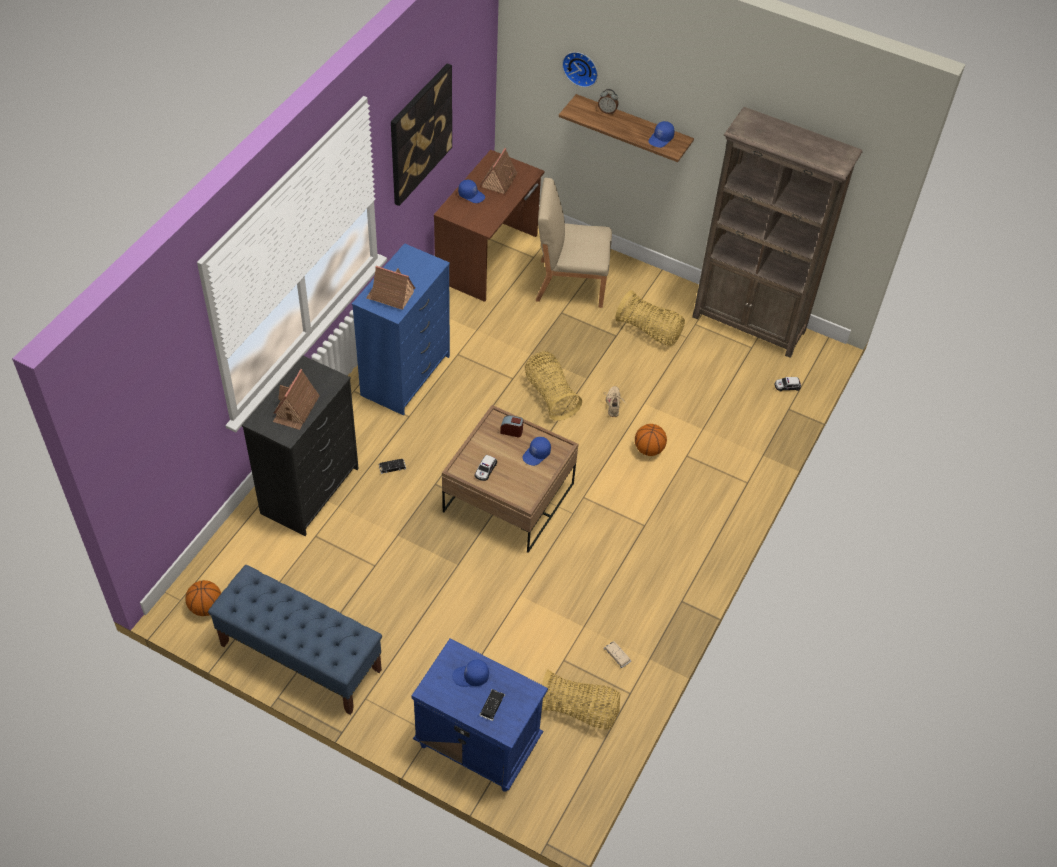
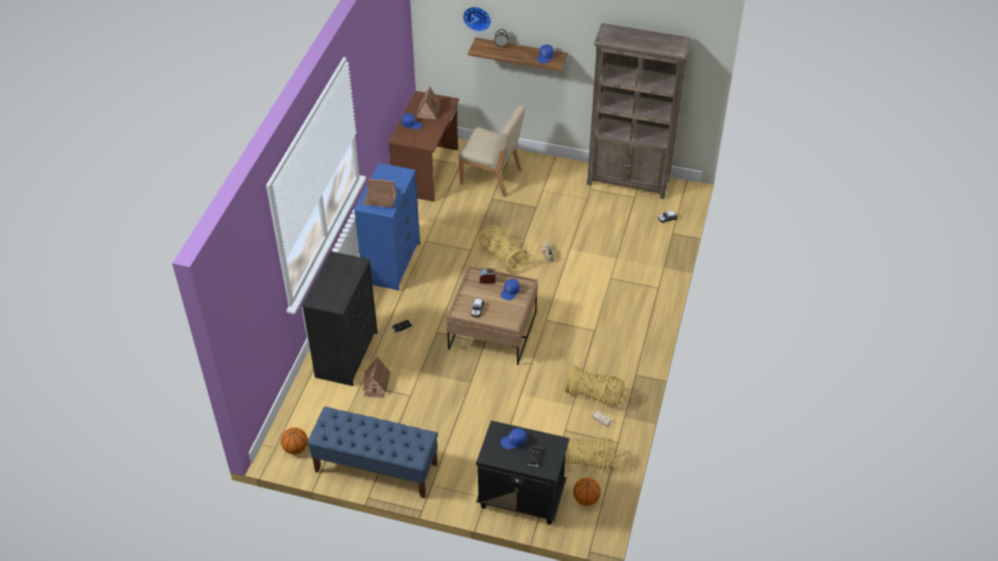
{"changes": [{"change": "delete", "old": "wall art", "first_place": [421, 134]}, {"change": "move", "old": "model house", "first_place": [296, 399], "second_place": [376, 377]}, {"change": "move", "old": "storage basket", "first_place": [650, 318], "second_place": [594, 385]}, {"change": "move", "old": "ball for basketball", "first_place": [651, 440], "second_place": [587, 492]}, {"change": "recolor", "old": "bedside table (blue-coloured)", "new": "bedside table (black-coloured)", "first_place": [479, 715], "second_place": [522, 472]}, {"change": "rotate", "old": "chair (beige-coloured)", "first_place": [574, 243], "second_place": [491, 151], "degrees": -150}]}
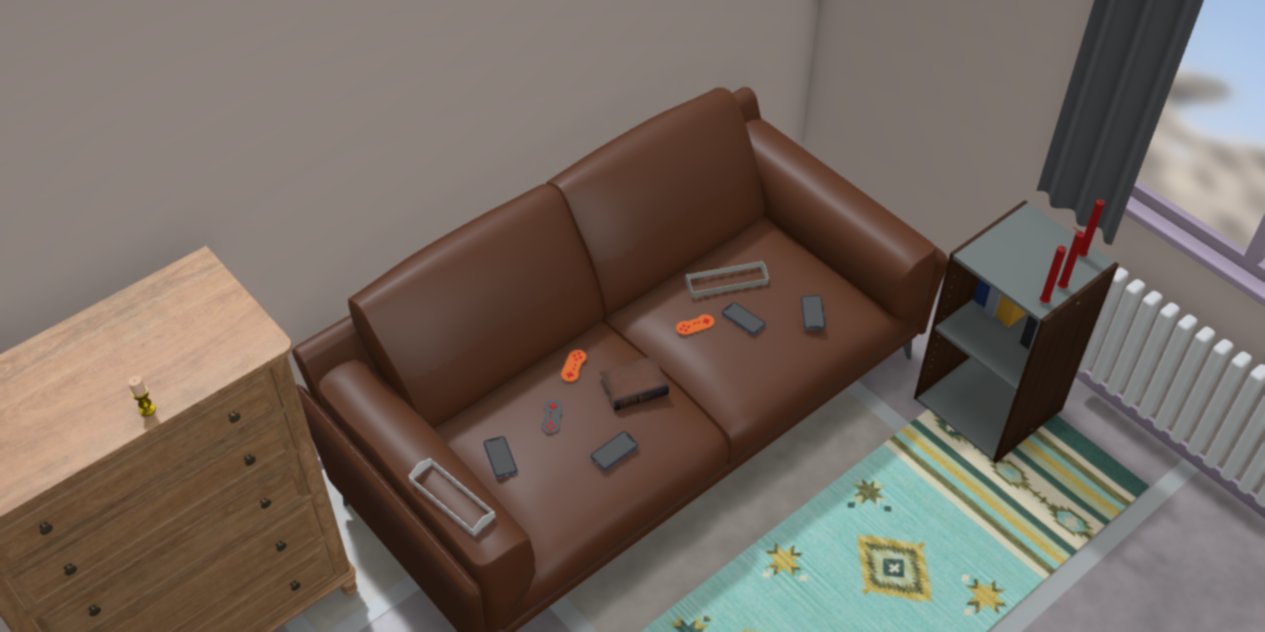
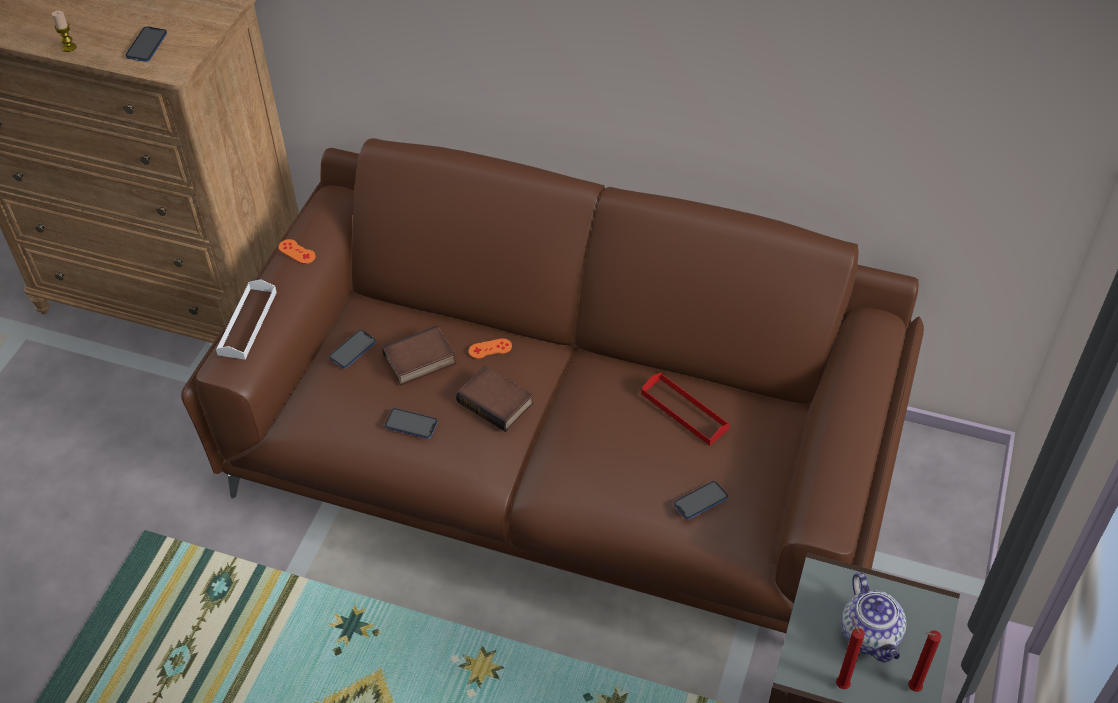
{"changes": [{"change": "delete", "old": "candle (red-coloured)", "first_place": [1053, 274]}, {"change": "insert", "new": "pot for tea", "second_place": [873, 617]}, {"change": "move", "old": "game controller (orangey)", "first_place": [695, 325], "second_place": [297, 251]}, {"change": "move", "old": "phone", "first_place": [744, 318], "second_place": [146, 44]}, {"change": "replace", "old": "game controller (gray)", "new": "bound book", "first_place": [551, 416], "second_place": [419, 355]}, {"change": "recolor", "old": "tray (gray)", "new": "tray (red-coloured)", "first_place": [727, 279], "second_place": [685, 409]}]}
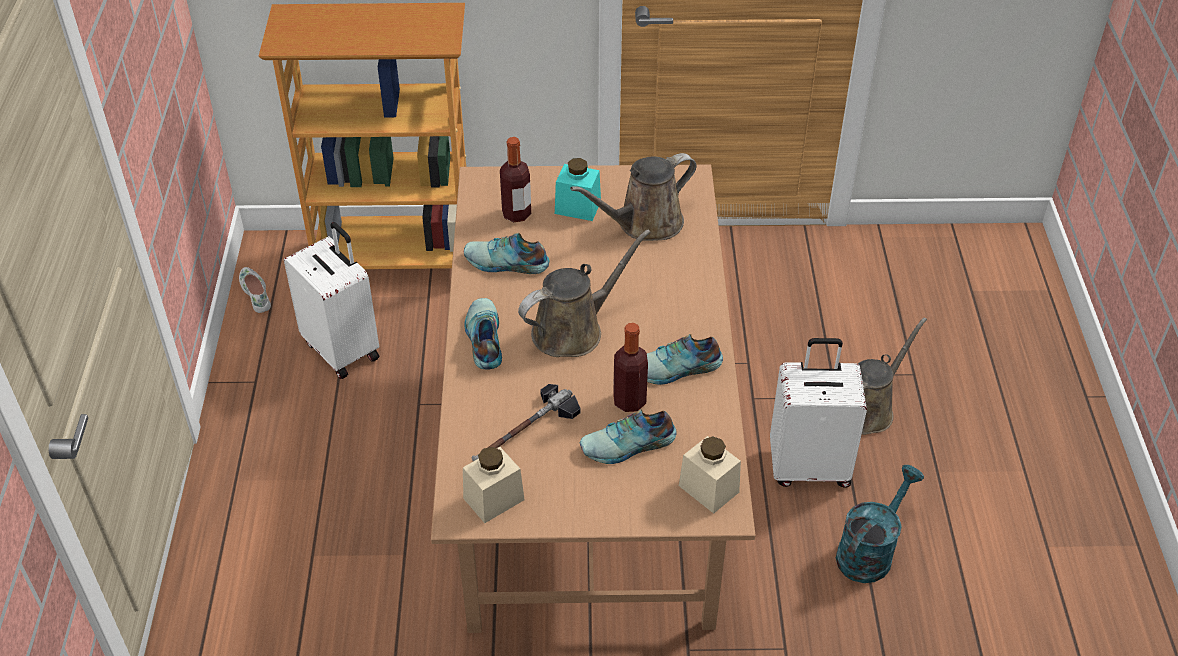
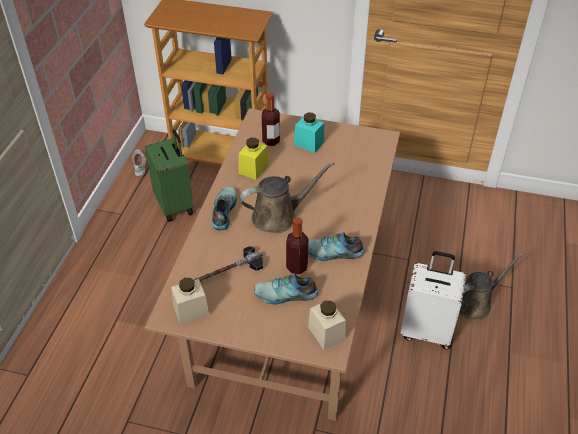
{"changes": [{"change": "delete", "old": "watering can (brownish)", "first_place": [633, 197]}, {"change": "delete", "old": "watering can (blue-green)", "first_place": [880, 524]}, {"change": "replace", "old": "item of footwear", "new": "preserve jar (yellow-coloured)", "first_place": [506, 253], "second_place": [254, 159]}, {"change": "recolor", "old": "suitcase (whitish)", "new": "suitcase (greenish)", "first_place": [331, 300], "second_place": [169, 175]}]}
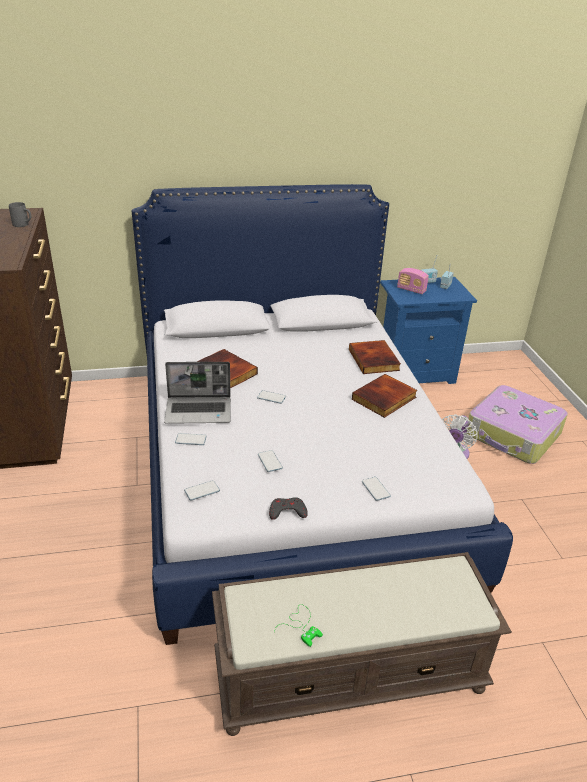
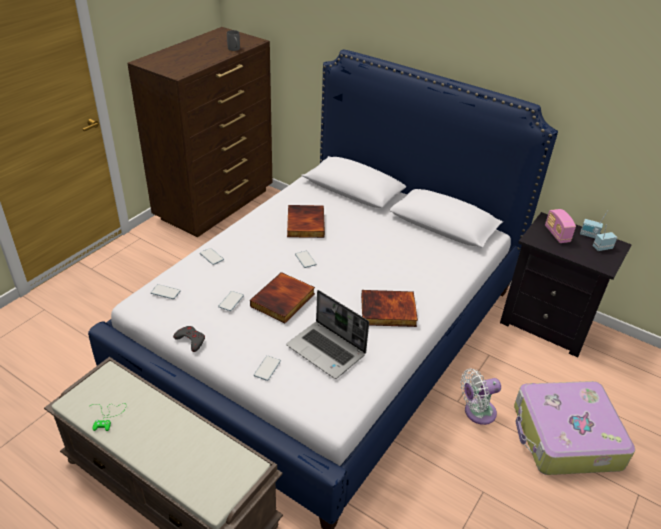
{"changes": [{"change": "move", "old": "notebook computer", "first_place": [197, 393], "second_place": [327, 334]}, {"change": "move", "old": "bound book", "first_place": [375, 357], "second_place": [282, 297]}, {"change": "recolor", "old": "bedside table (blue-coloured)", "new": "bedside table (black-coloured)", "first_place": [428, 330], "second_place": [566, 285]}]}
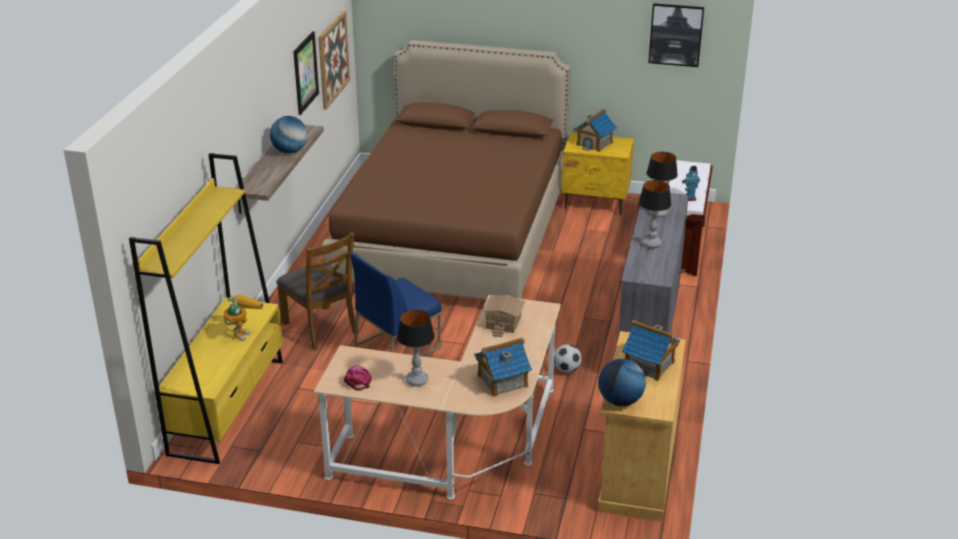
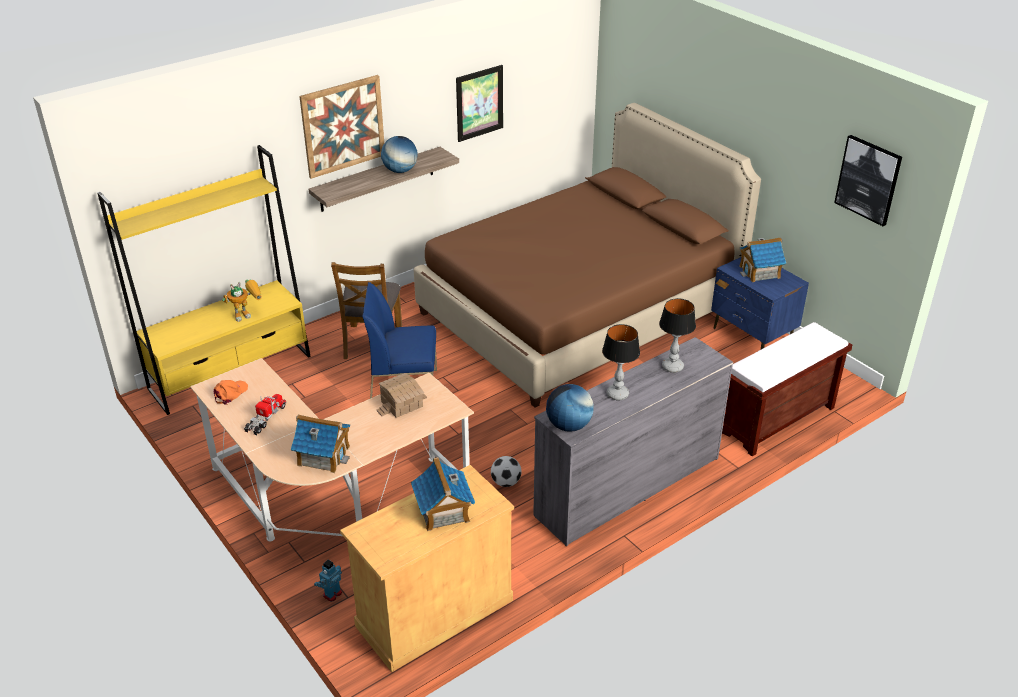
{"changes": [{"change": "move", "old": "wall art", "first_place": [334, 60], "second_place": [341, 127]}, {"change": "move", "old": "globe", "first_place": [622, 382], "second_place": [570, 408]}, {"change": "move", "old": "toy robot", "first_place": [691, 183], "second_place": [328, 580]}, {"change": "replace", "old": "tabletop lamp", "new": "toy lorry", "first_place": [415, 348], "second_place": [265, 414]}, {"change": "recolor", "old": "cap (pink-coloured)", "new": "cap (orangey)", "first_place": [358, 377], "second_place": [231, 392]}, {"change": "recolor", "old": "bedside table (yellow-coloured)", "new": "bedside table (blue-coloured)", "first_place": [598, 174], "second_place": [760, 303]}]}
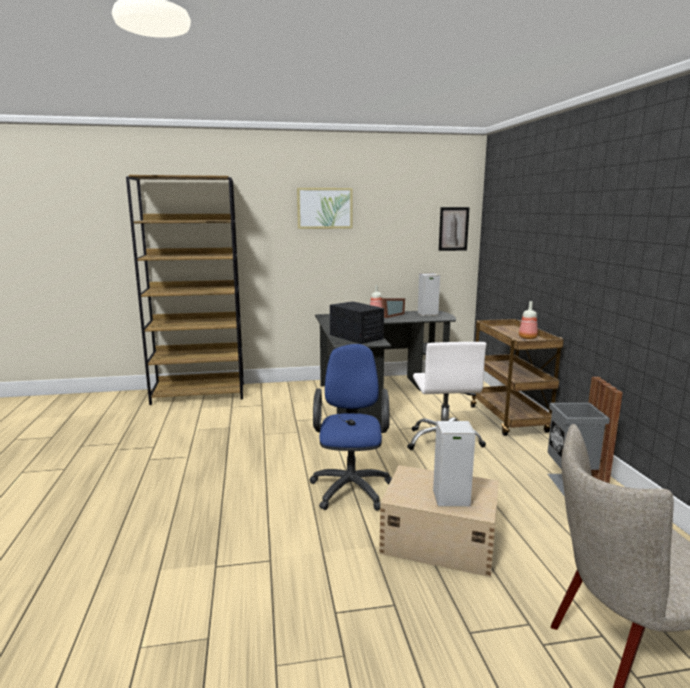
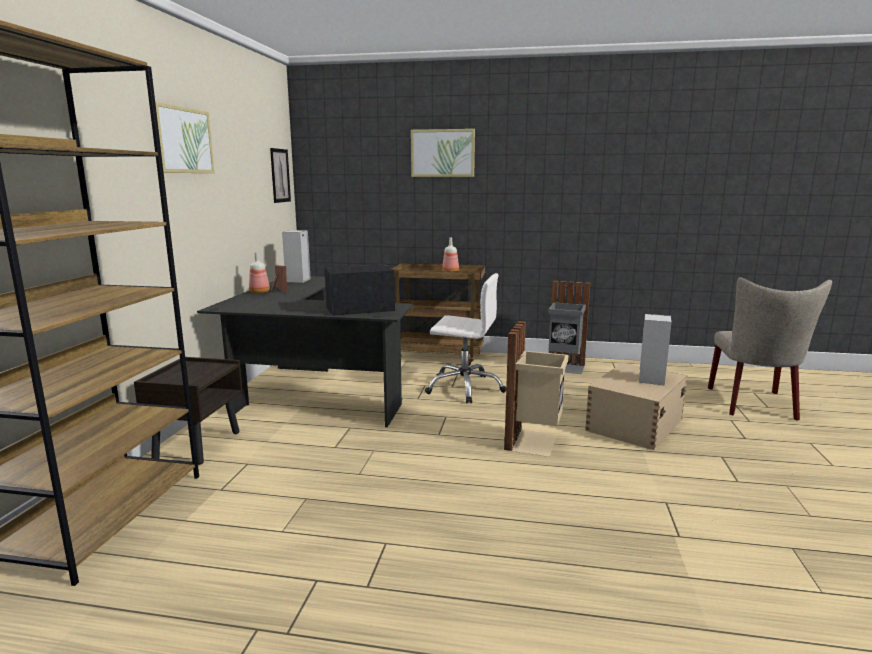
{"changes": [{"change": "insert", "new": "bedside table (brownish)", "second_place": [188, 411]}, {"change": "insert", "new": "wall art", "second_place": [443, 153]}, {"change": "replace", "old": "desk chair (blue-coloured)", "new": "waste bin (beige-coloured)", "first_place": [350, 427], "second_place": [536, 389]}]}
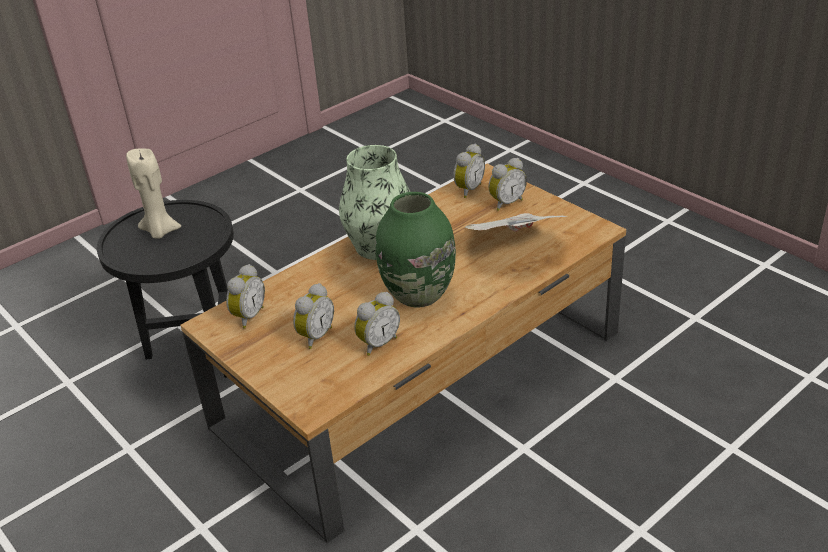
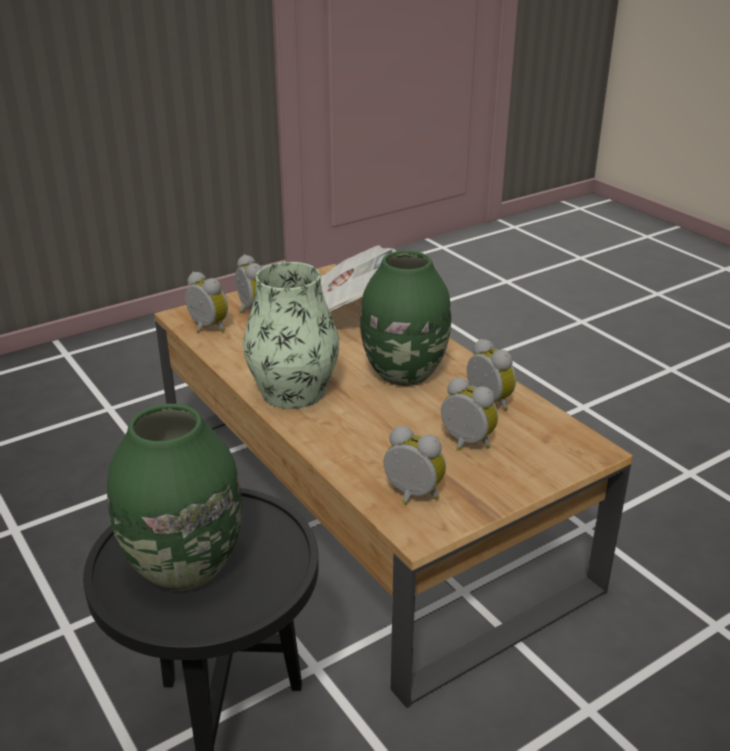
{"changes": [{"change": "replace", "old": "candle (beige-coloured)", "new": "decorative vase (greenish)", "first_place": [153, 193], "second_place": [174, 497]}]}
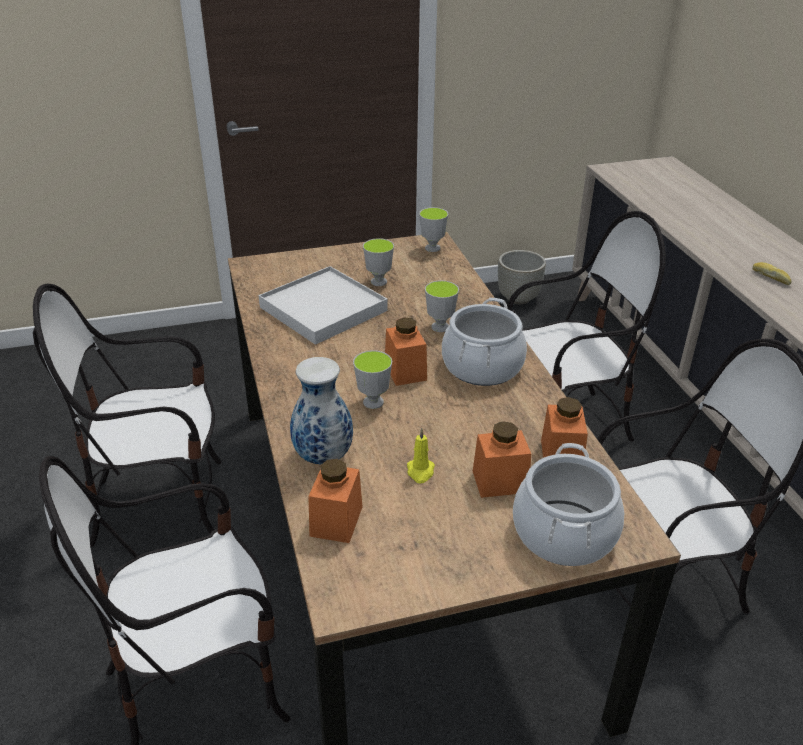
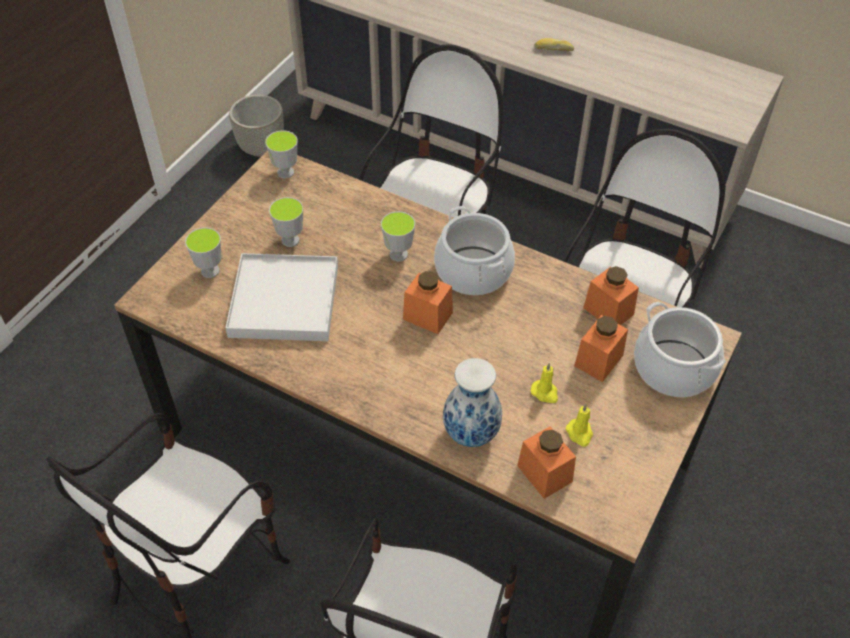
{"changes": [{"change": "insert", "new": "candle (yellow-coloured)", "second_place": [579, 425]}, {"change": "move", "old": "drinking cup", "first_place": [372, 379], "second_place": [203, 252]}]}
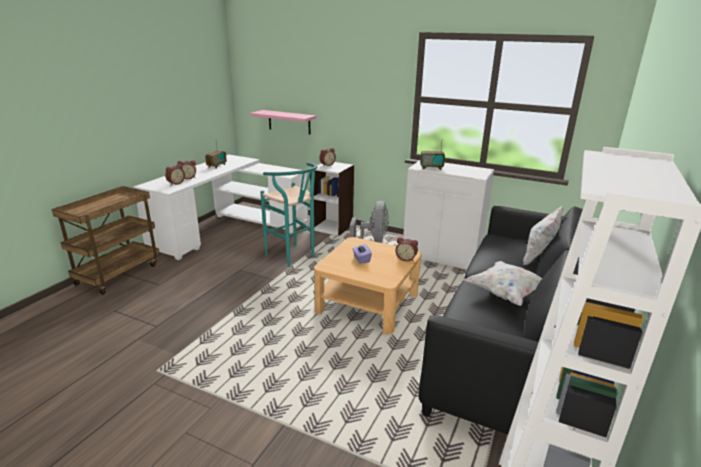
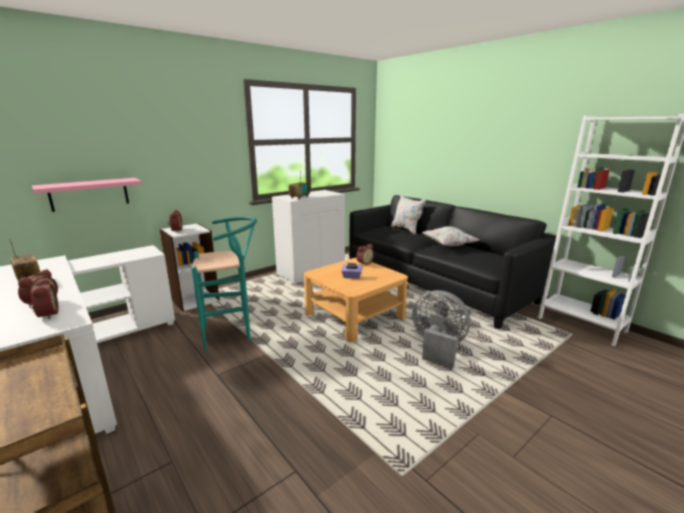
{"changes": [{"change": "move", "old": "electric fan (gray)", "first_place": [369, 222], "second_place": [441, 329]}]}
